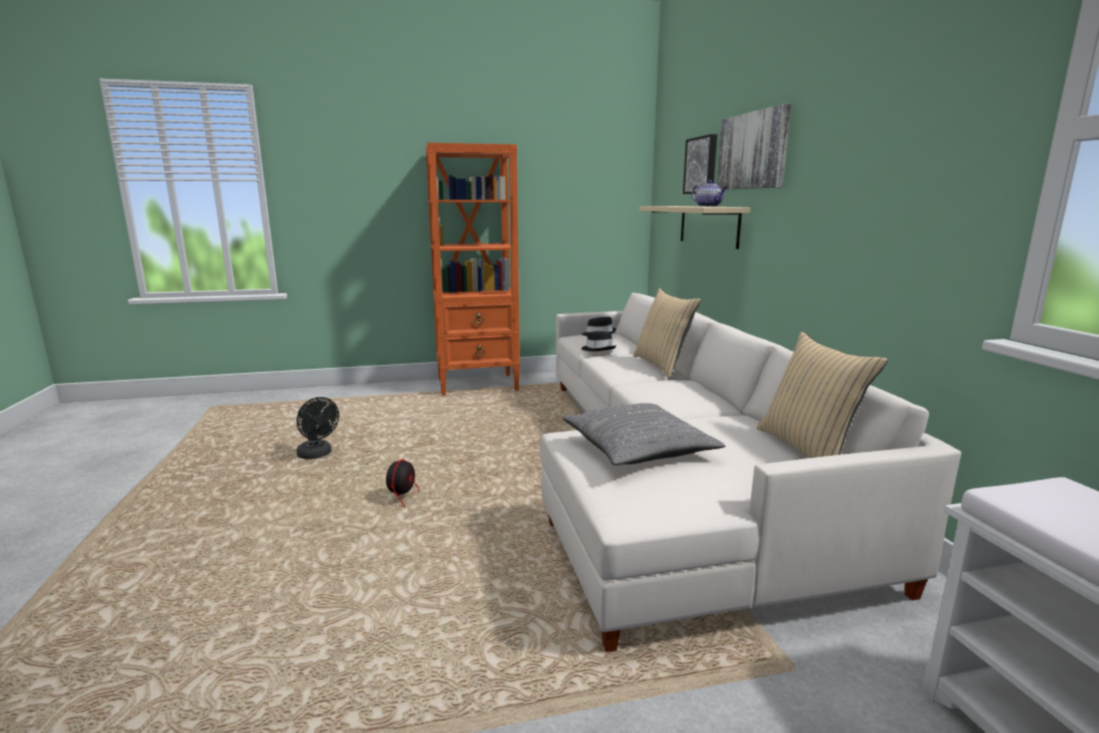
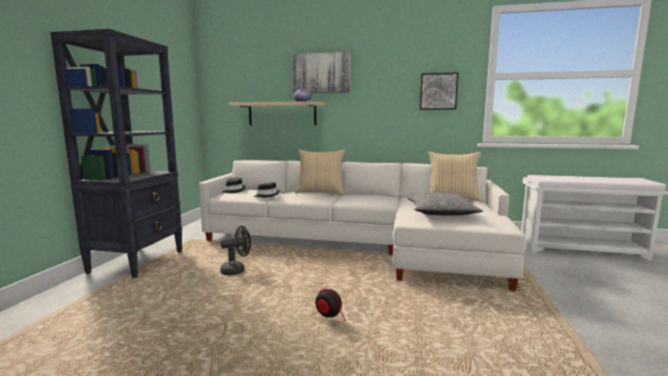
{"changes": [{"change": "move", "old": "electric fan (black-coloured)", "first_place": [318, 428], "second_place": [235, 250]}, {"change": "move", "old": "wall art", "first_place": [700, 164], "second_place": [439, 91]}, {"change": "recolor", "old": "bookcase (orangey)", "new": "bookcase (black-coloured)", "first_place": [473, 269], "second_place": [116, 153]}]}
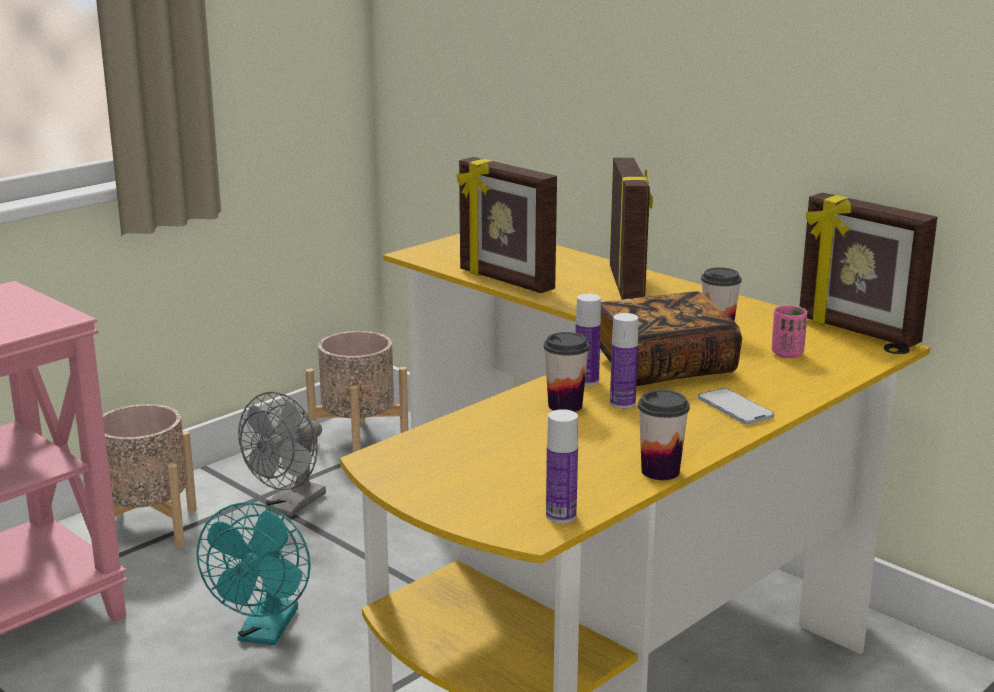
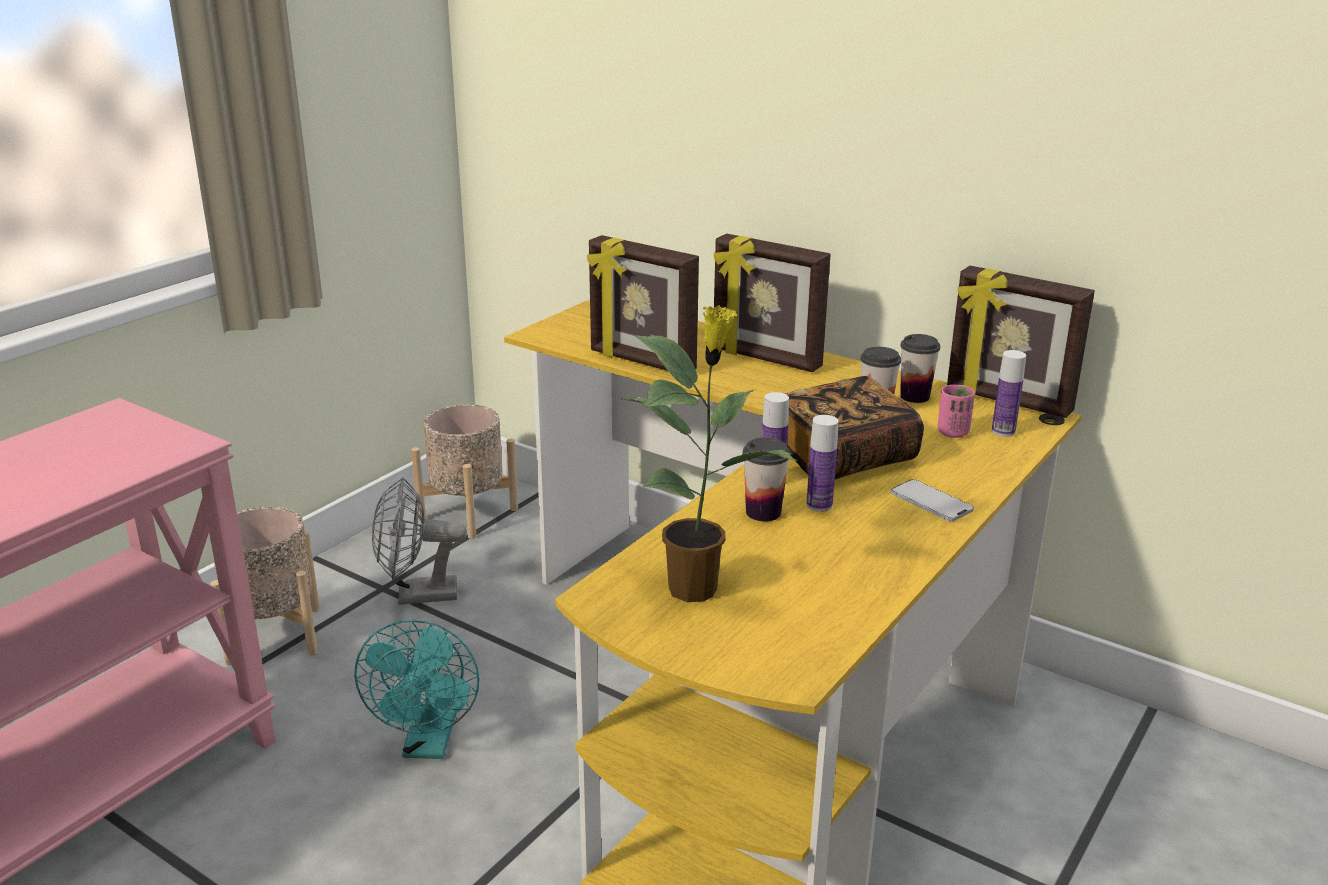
{"changes": [{"change": "insert", "new": "houseplant", "second_place": [709, 453]}, {"change": "move", "old": "bottle", "first_place": [562, 466], "second_place": [1009, 393]}, {"change": "move", "old": "drinking cup", "first_place": [664, 435], "second_place": [920, 368]}, {"change": "rotate", "old": "electric fan (gray)", "first_place": [282, 454], "second_place": [419, 541], "degrees": 60}, {"change": "rotate", "old": "picture frame", "first_place": [631, 228], "second_place": [772, 303], "degrees": 135}]}
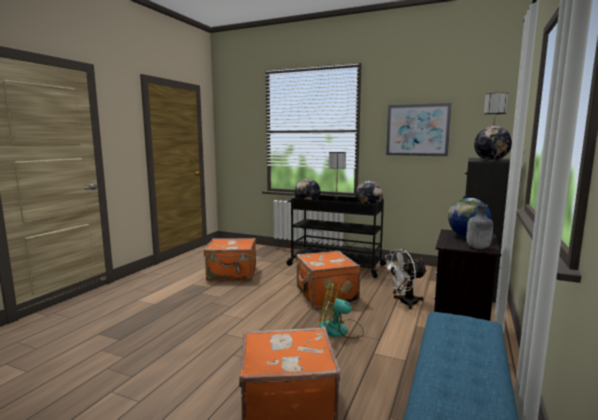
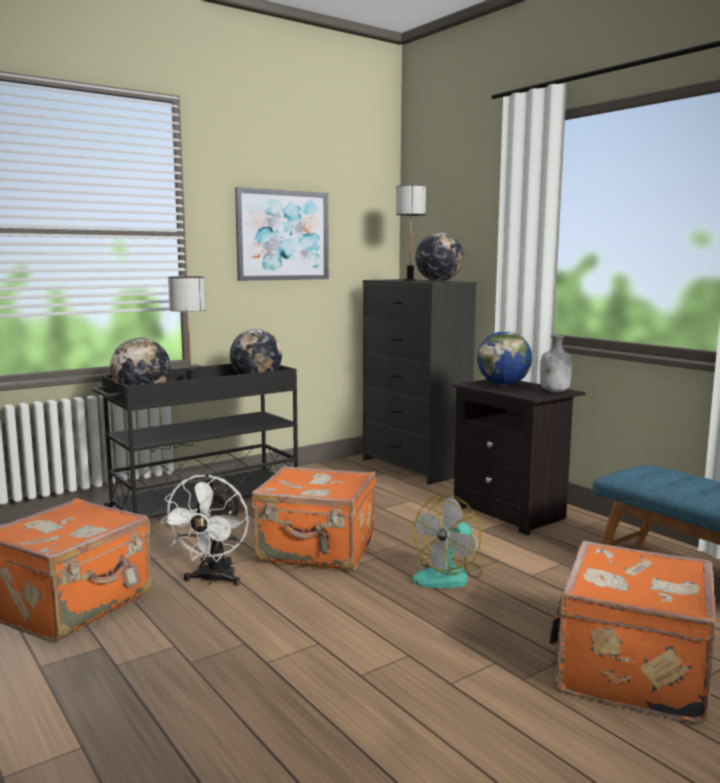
{"changes": [{"change": "move", "old": "electric fan (whitish)", "first_place": [405, 279], "second_place": [204, 530]}]}
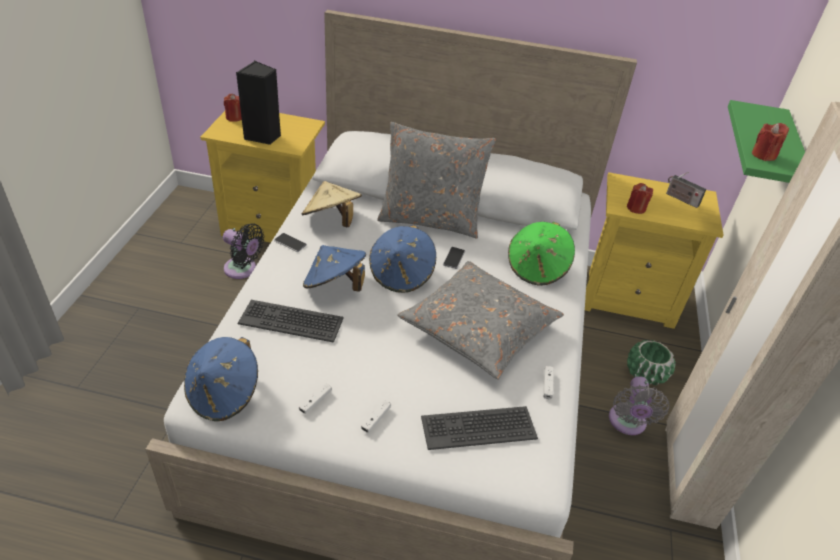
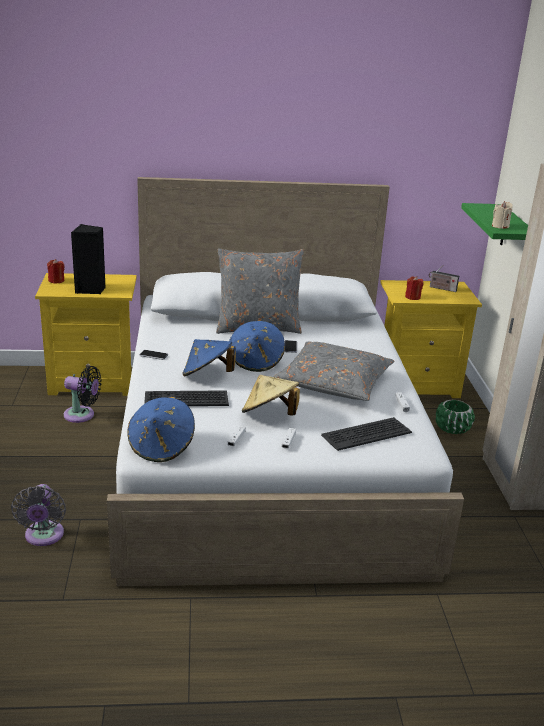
{"changes": [{"change": "delete", "old": "wearable hat (greenish)", "first_place": [541, 254]}, {"change": "move", "old": "wearable hat (beige-coloured)", "first_place": [332, 204], "second_place": [271, 395]}, {"change": "move", "old": "electric fan (gray)", "first_place": [639, 405], "second_place": [38, 515]}, {"change": "recolor", "old": "candle (red-coloured)", "new": "candle (beige-coloured)", "first_place": [770, 142], "second_place": [502, 215]}]}
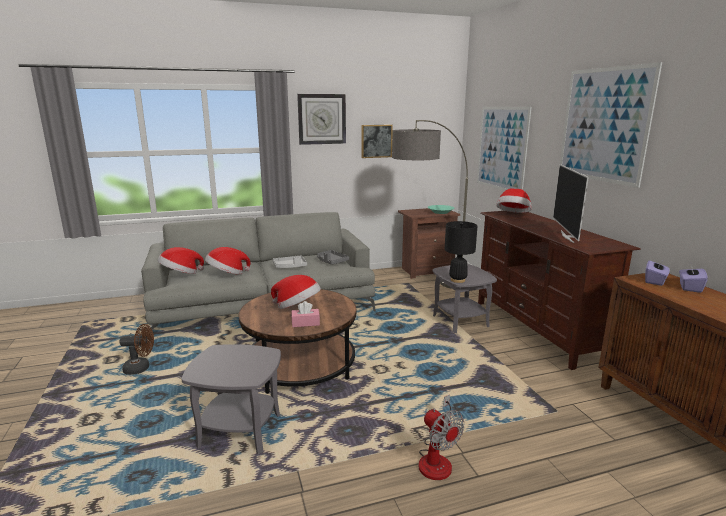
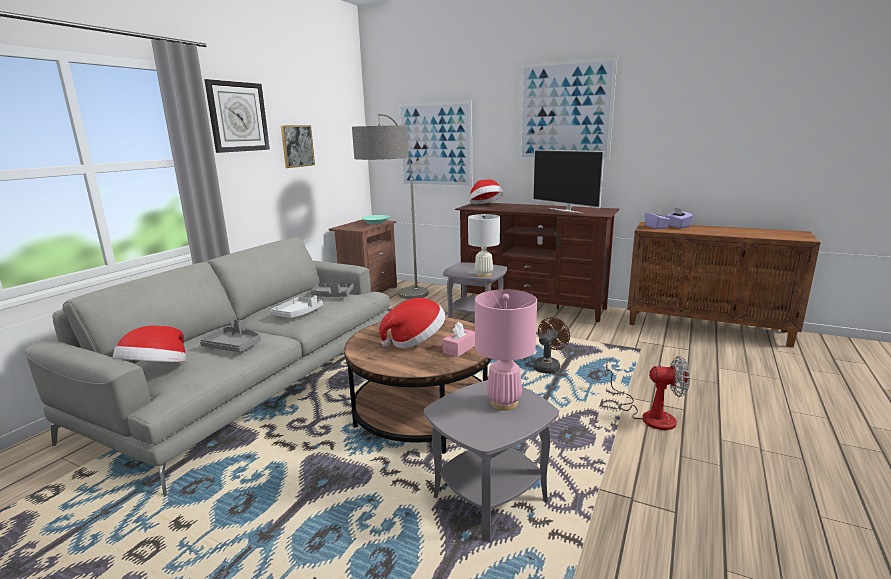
{"changes": [{"change": "insert", "new": "tabletop lamp (pink-coloured)", "second_place": [506, 350]}, {"change": "move", "old": "electric fan (brownish)", "first_place": [136, 349], "second_place": [552, 345]}, {"change": "replace", "old": "wearable hat", "new": "tray (gray)", "first_place": [227, 261], "second_place": [230, 335]}, {"change": "recolor", "old": "tabletop lamp (black-coloured)", "new": "tabletop lamp (whitish)", "first_place": [461, 252], "second_place": [484, 245]}]}
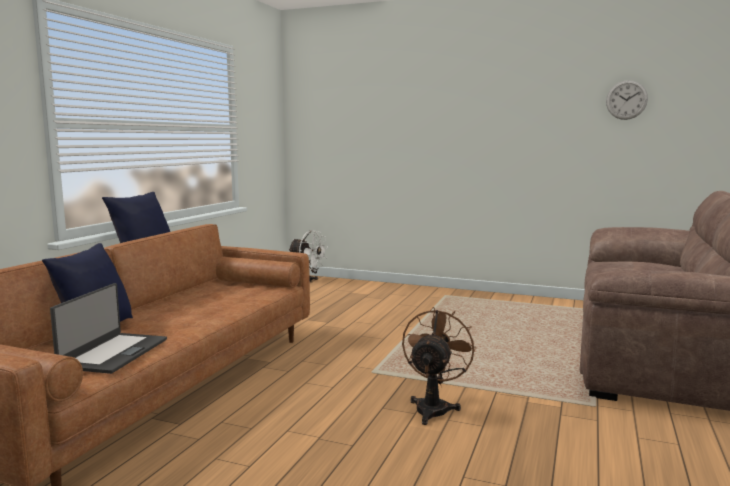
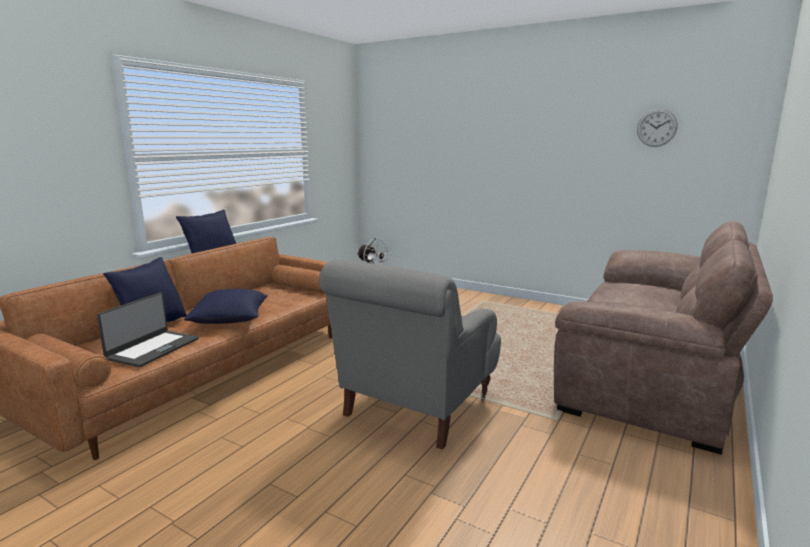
{"changes": [{"change": "insert", "new": "cushion (blue-coloured)", "second_place": [226, 306]}, {"change": "replace", "old": "electric fan (brownish)", "new": "armchair (gray)", "first_place": [439, 366], "second_place": [410, 355]}]}
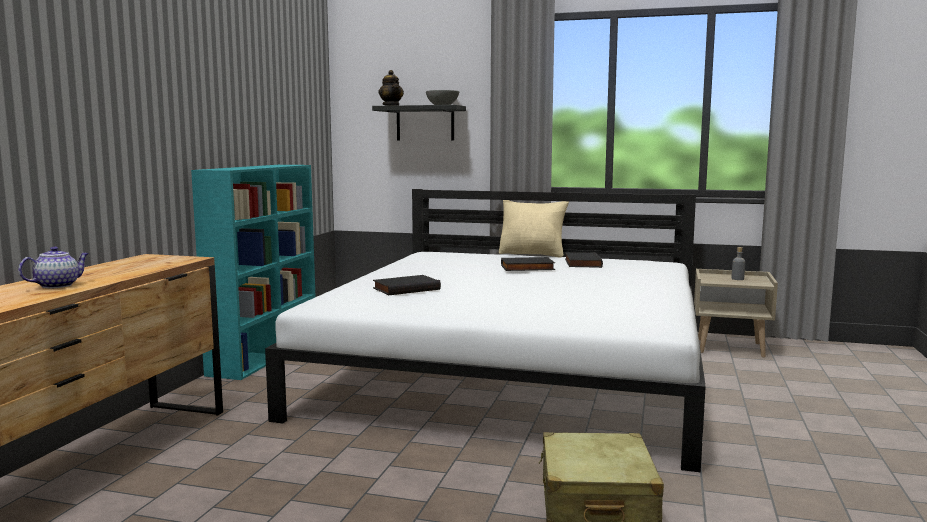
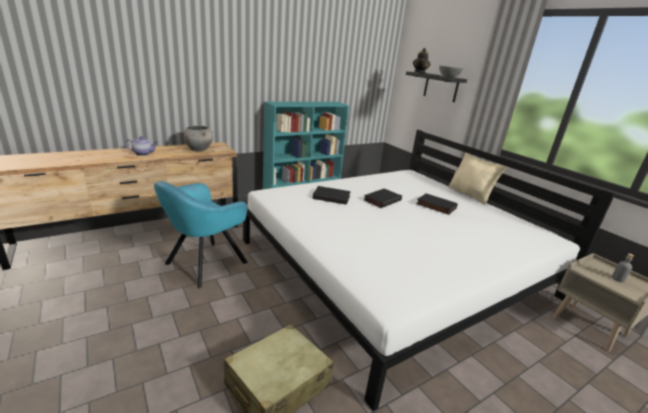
{"changes": [{"change": "insert", "new": "armchair (blue-green)", "second_place": [201, 234]}, {"change": "insert", "new": "deep dish (gray)", "second_place": [198, 138]}, {"change": "move", "old": "bound book (black-coloured)", "first_place": [584, 260], "second_place": [383, 198]}]}
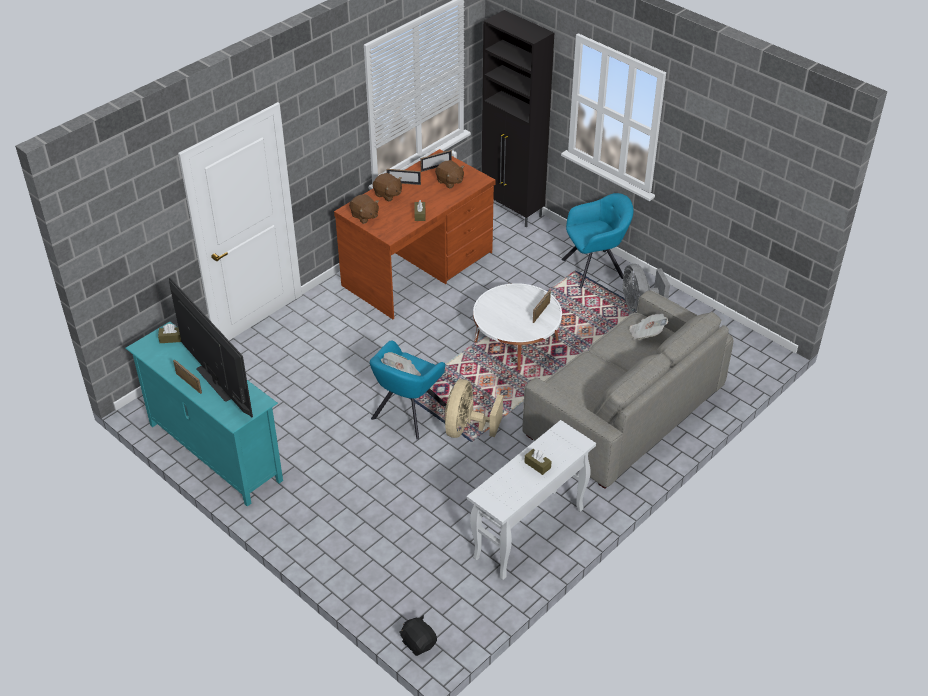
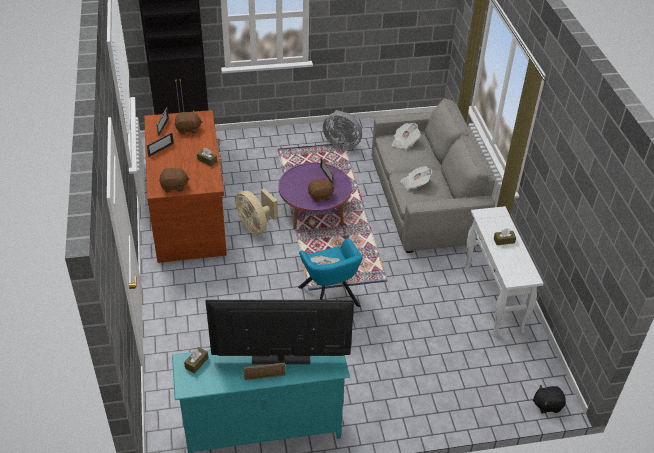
{"changes": [{"change": "delete", "old": "armchair (blue-green)", "first_place": [597, 240]}, {"change": "insert", "new": "daily paper", "second_place": [416, 178]}, {"change": "move", "old": "cuddly toy (brownish)", "first_place": [387, 187], "second_place": [321, 190]}, {"change": "move", "old": "electric fan (beige-coloured)", "first_place": [474, 408], "second_place": [257, 211]}, {"change": "recolor", "old": "coffee table (whitish)", "new": "coffee table (purple)", "first_place": [517, 326], "second_place": [315, 196]}]}
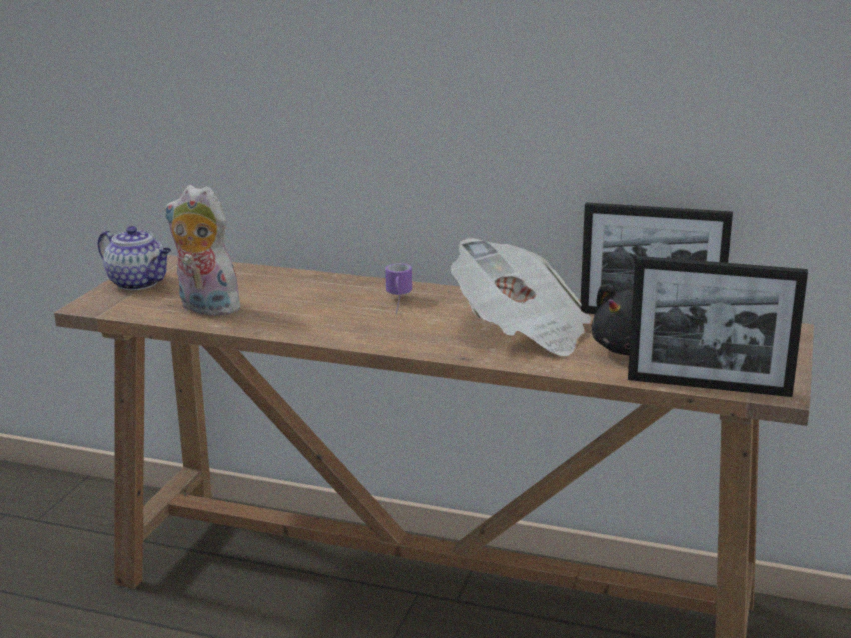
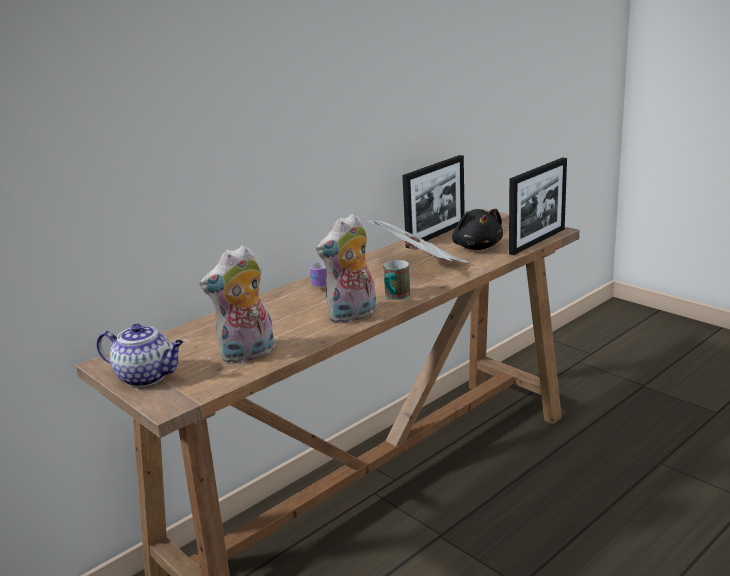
{"changes": [{"change": "insert", "new": "cuddly toy", "second_place": [346, 268]}, {"change": "insert", "new": "coffee mug", "second_place": [397, 280]}, {"change": "rotate", "old": "pot for tea", "first_place": [134, 258], "second_place": [140, 355], "degrees": 45}]}
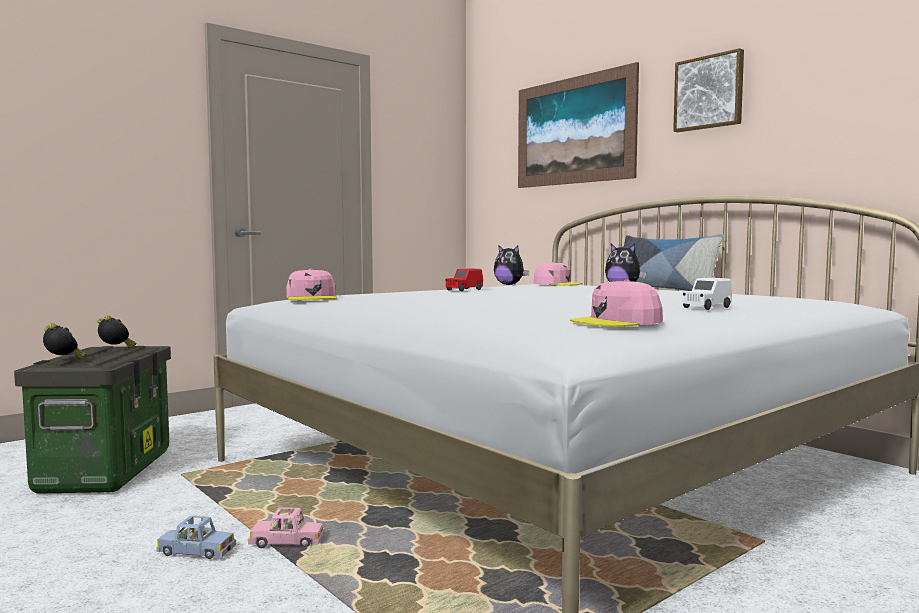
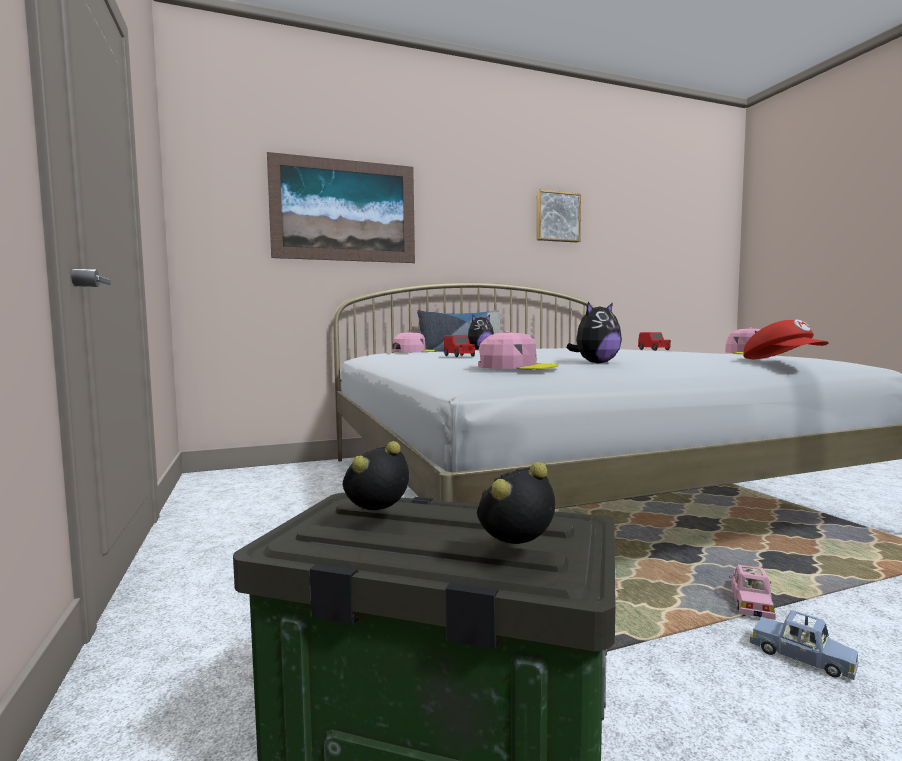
{"changes": [{"change": "insert", "new": "cap (red-coloured)", "second_place": [786, 339]}, {"change": "move", "old": "cuddly toy", "first_place": [511, 265], "second_place": [594, 333]}, {"change": "move", "old": "wall art", "first_place": [708, 90], "second_place": [558, 216]}, {"change": "recolor", "old": "model car (whitish)", "new": "model car (red-coloured)", "first_place": [707, 294], "second_place": [654, 341]}, {"change": "rotate", "old": "model car (blue-coloured)", "first_place": [196, 537], "second_place": [804, 645], "degrees": -75}]}
